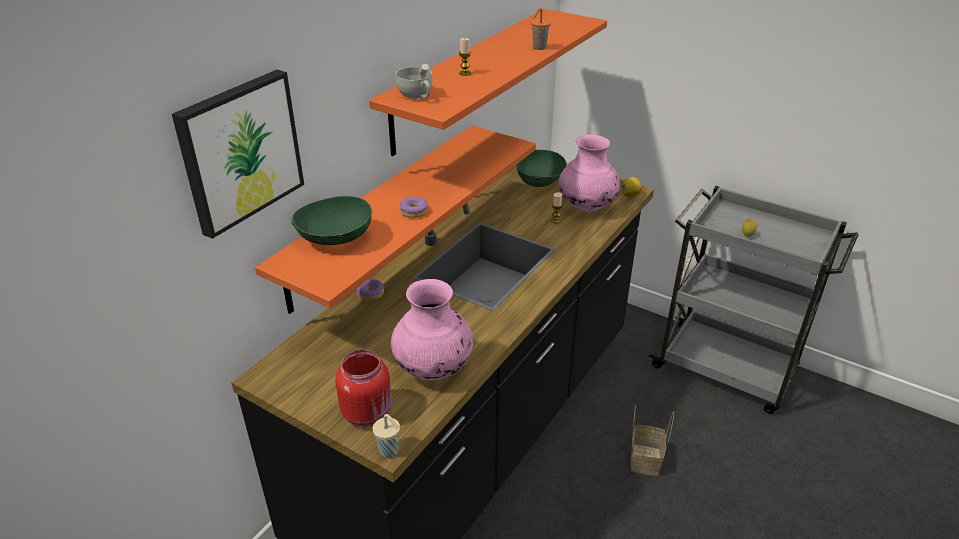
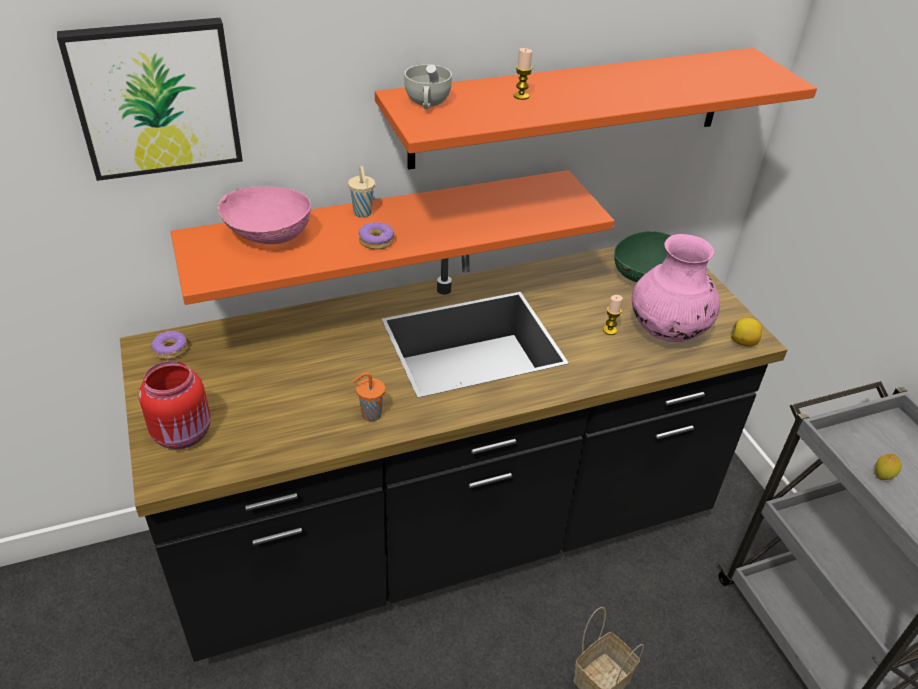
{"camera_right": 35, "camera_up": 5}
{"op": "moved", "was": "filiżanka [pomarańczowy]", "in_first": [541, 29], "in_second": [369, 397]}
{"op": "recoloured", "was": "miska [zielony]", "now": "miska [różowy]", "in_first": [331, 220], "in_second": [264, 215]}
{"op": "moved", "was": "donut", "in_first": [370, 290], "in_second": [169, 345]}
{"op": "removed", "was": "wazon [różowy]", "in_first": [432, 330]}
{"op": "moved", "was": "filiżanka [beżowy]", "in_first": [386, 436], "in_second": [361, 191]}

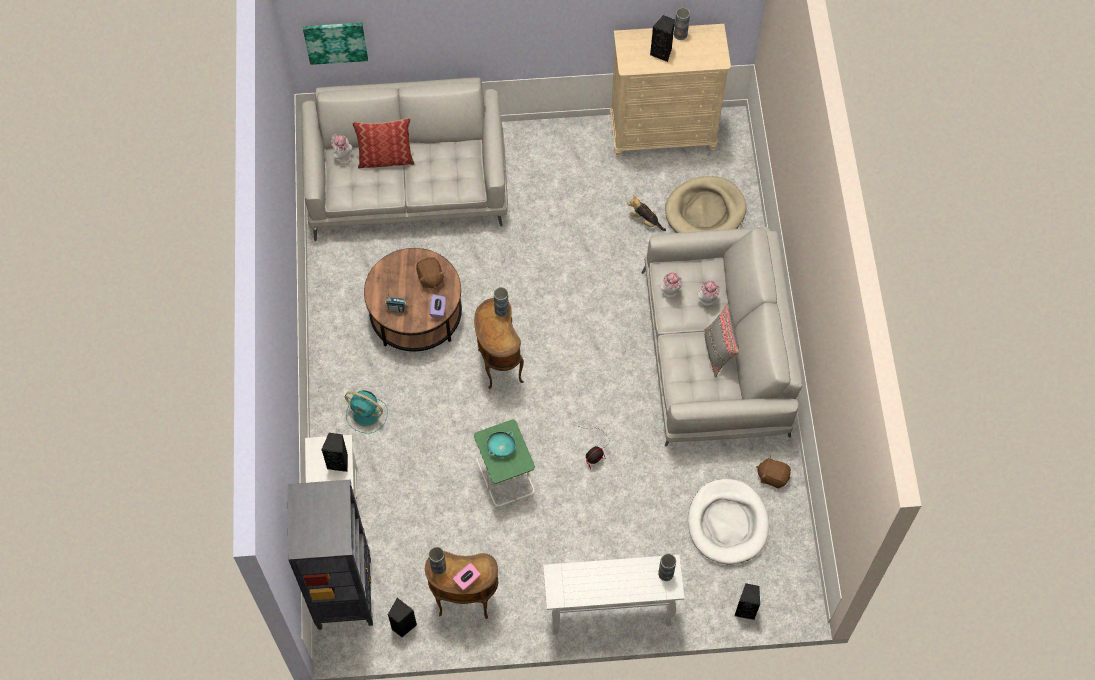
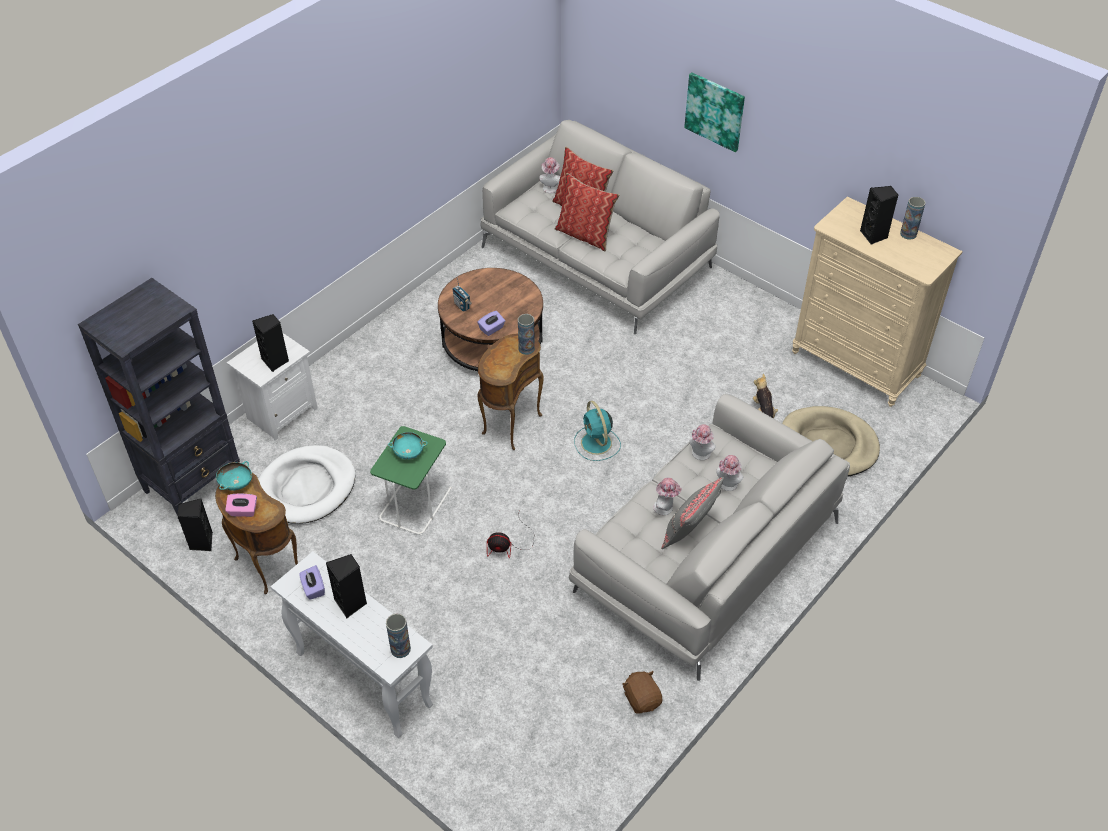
{"camera_right": 45, "camera_up": -15}
{"op": "moved", "was": "obraz", "in_first": [335, 44], "in_second": [714, 112]}
{"op": "removed", "was": "pluszak [brązowy]", "in_first": [430, 273]}
{"op": "moved", "was": "wentylator [turkusowy]", "in_first": [366, 412], "in_second": [597, 431]}
{"op": "moved", "was": "legowisko [biały]", "in_first": [728, 522], "in_second": [306, 484]}
{"op": "replaced", "was": "wazon", "now": "miska [turkusowy]", "in_first": [437, 561], "in_second": [234, 475]}
{"op": "moved", "was": "głośnik [czarny]", "in_first": [747, 601], "in_second": [346, 586]}
{"op": "added", "now": "poduszka", "in_second": [587, 212]}
{"op": "added", "now": "kapelusz", "in_second": [667, 496]}
{"op": "added", "now": "pudełko chusteczek [fioletowy]", "in_second": [312, 582]}

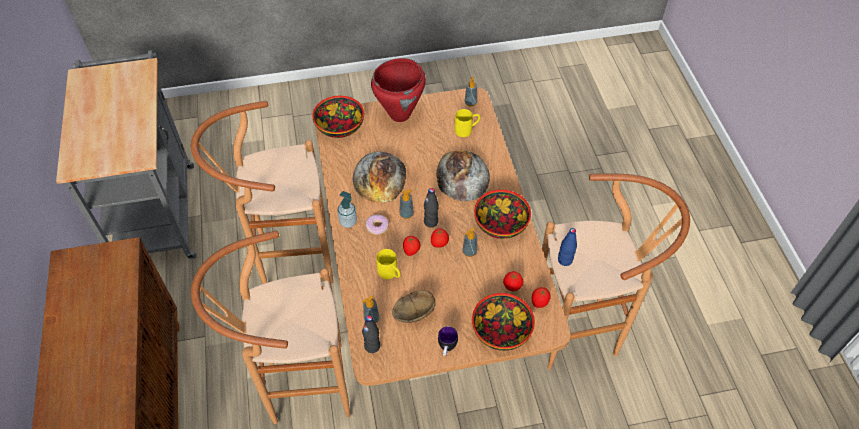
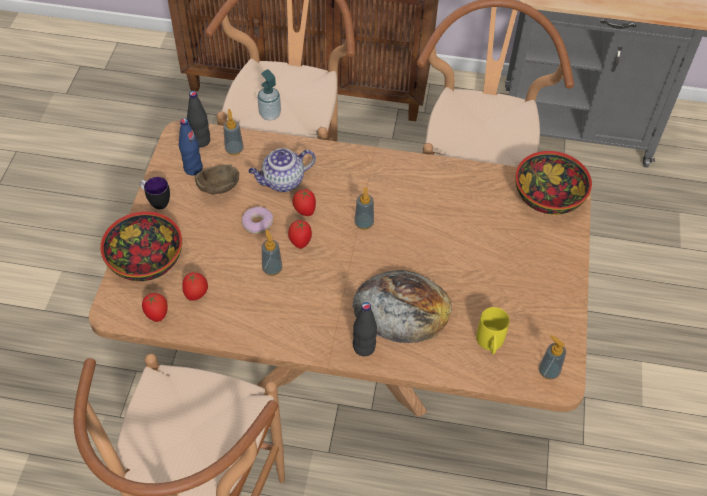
{"camera_right": 110, "camera_up": 0}
{"op": "removed", "was": "garnek [czerwony]", "in_first": [398, 90]}
{"op": "removed", "was": "chleb", "in_first": [379, 177]}
{"op": "moved", "was": "butelka [czarny]", "in_first": [431, 208], "in_second": [365, 329]}
{"op": "removed", "was": "miska", "in_first": [502, 214]}
{"op": "moved", "was": "dozownik mydła", "in_first": [347, 209], "in_second": [269, 95]}
{"op": "moved", "was": "donut", "in_first": [377, 225], "in_second": [257, 220]}
{"op": "moved", "was": "butelka [niebieski]", "in_first": [567, 247], "in_second": [191, 146]}
{"op": "replaced", "was": "kubek [żółty]", "now": "imbryk", "in_first": [388, 264], "in_second": [282, 170]}

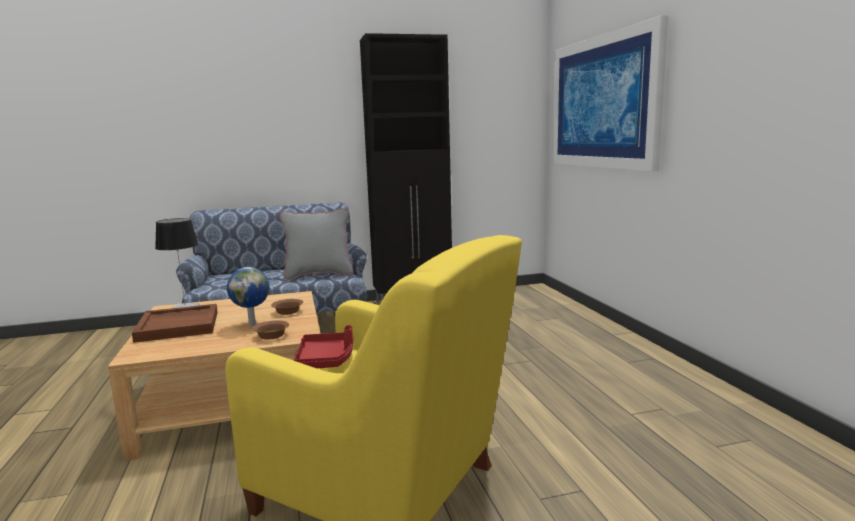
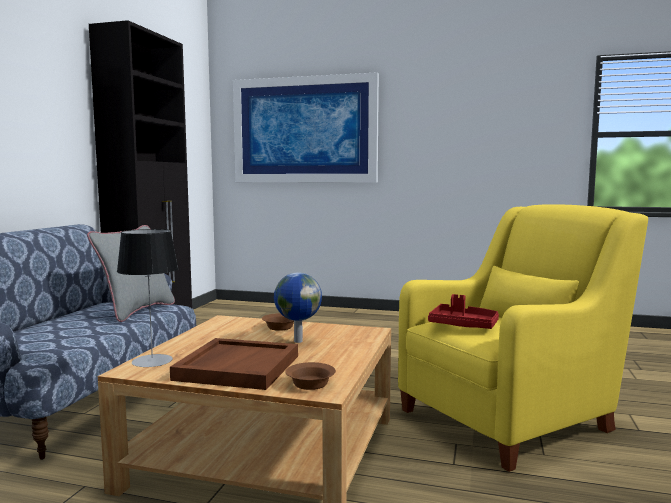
{"camera_right": -60, "camera_up": -5}
{"op": "moved", "was": "miska [brązowy]", "in_first": [270, 330], "in_second": [310, 376]}

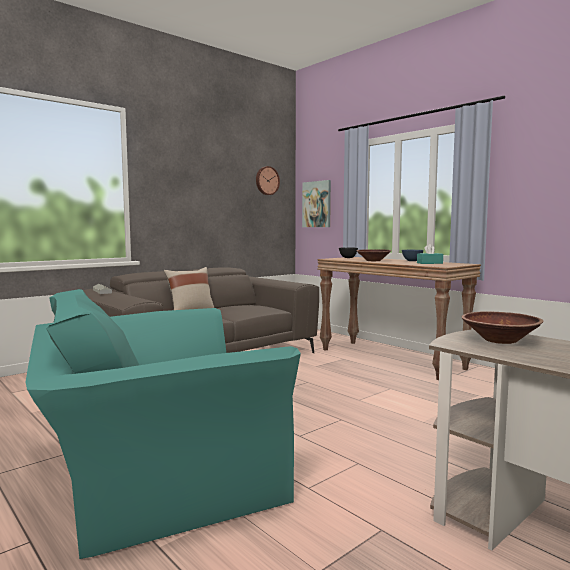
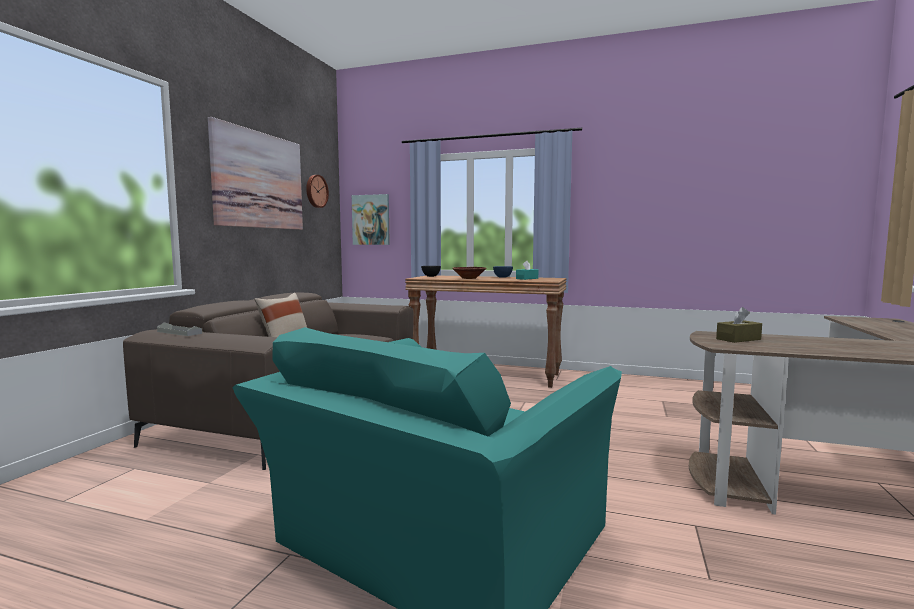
{"camera_right": -30, "camera_up": 0}
{"op": "replaced", "was": "miska [brązowy]", "now": "pudełko chusteczek [brązowy]", "in_first": [502, 327], "in_second": [739, 325]}
{"op": "added", "now": "obraz", "in_second": [255, 173]}

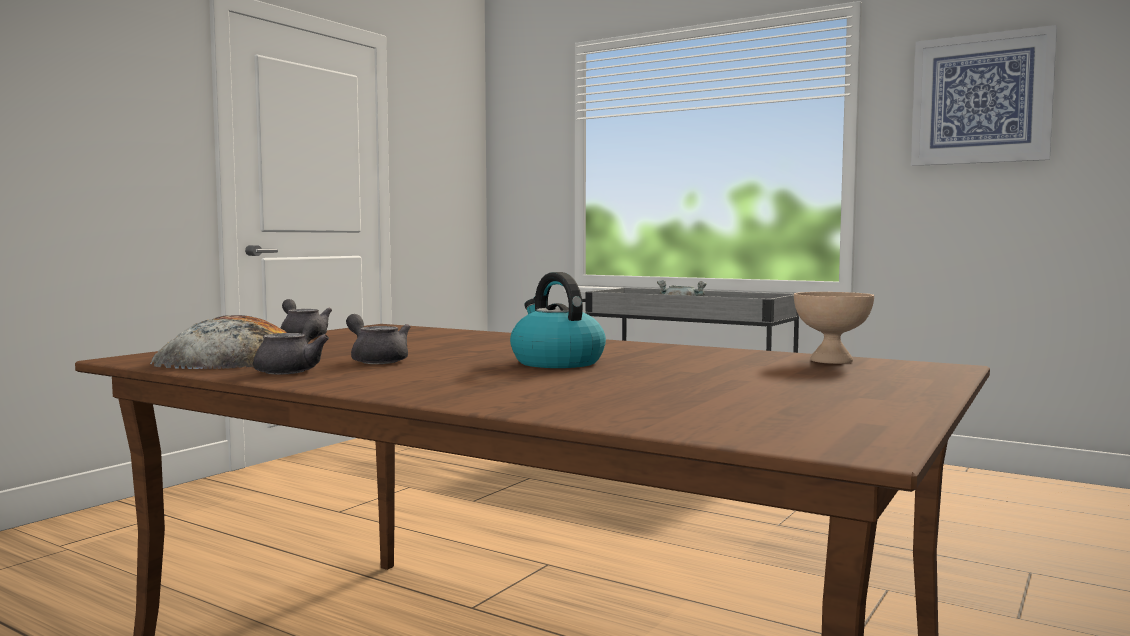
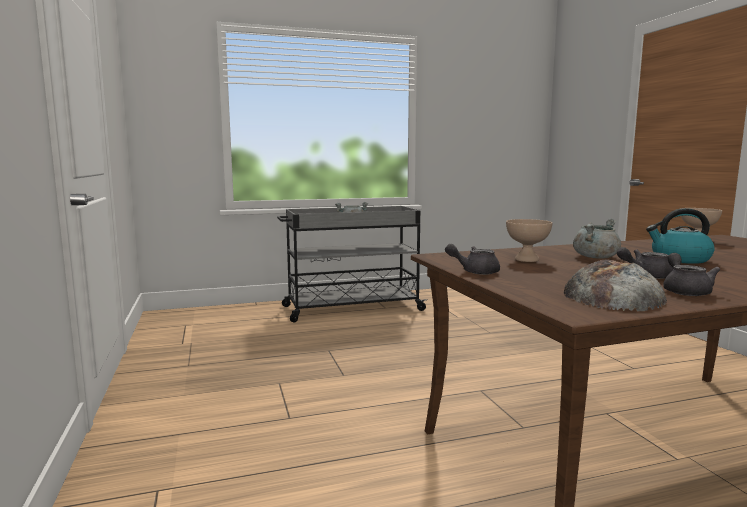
{"camera_right": -50, "camera_up": 5}
{"op": "removed", "was": "obraz", "in_first": [984, 95]}
{"op": "turned", "was": "imbryk [szary]", "in_first": [291, 346], "in_second": [691, 274], "clockwise": 45}
{"op": "added", "now": "garnek [szary]", "in_second": [597, 238]}
{"op": "added", "now": "miska [beżowy]", "in_second": [529, 240]}

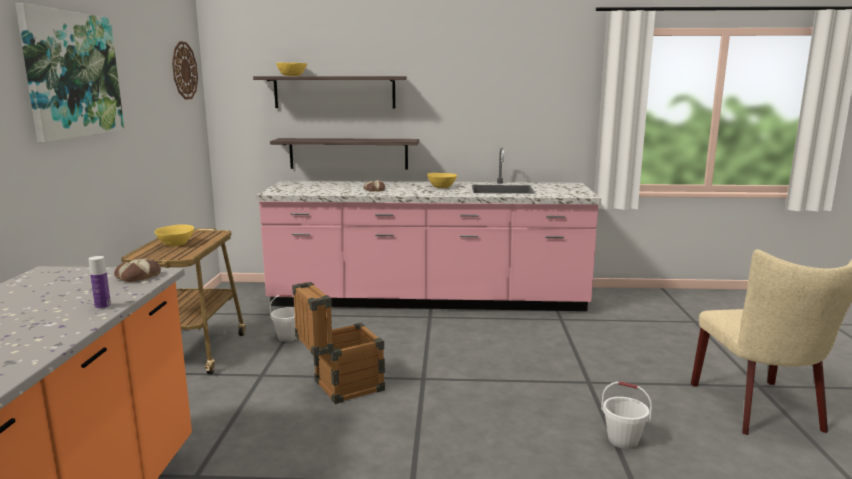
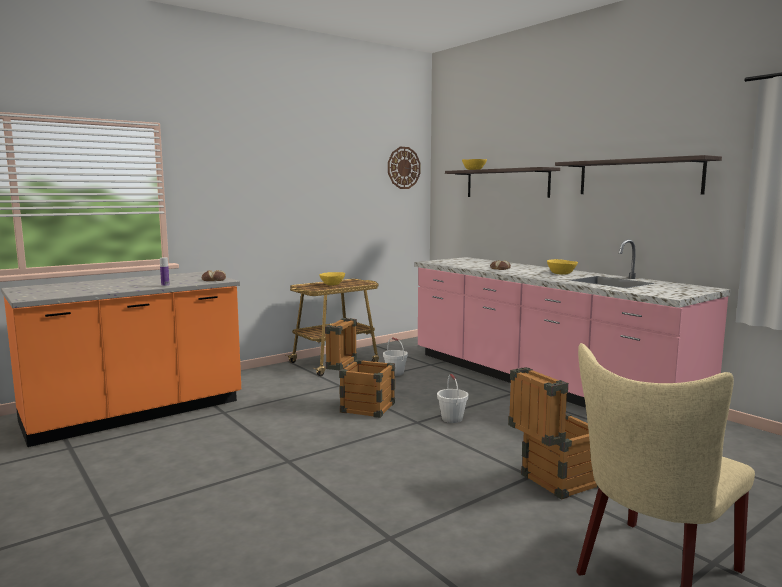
{"camera_right": 50, "camera_up": -5}
{"op": "removed", "was": "obraz", "in_first": [69, 72]}
{"op": "moved", "was": "półka", "in_first": [344, 153], "in_second": [638, 175]}
{"op": "moved", "was": "wiadro [biały]", "in_first": [626, 415], "in_second": [452, 398]}
{"op": "added", "now": "skrzynka", "in_second": [553, 433]}

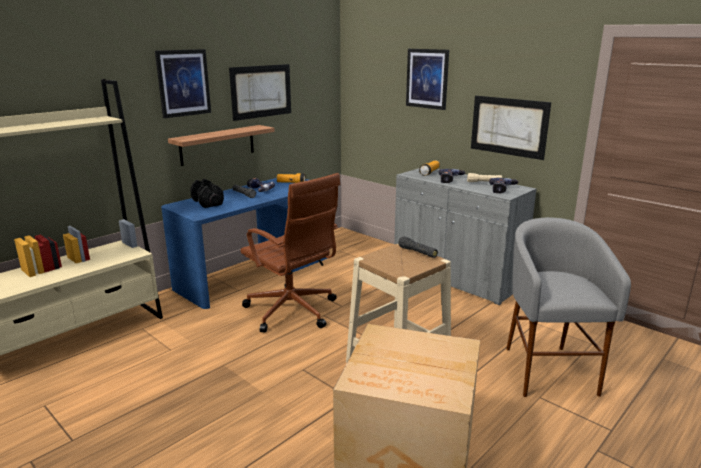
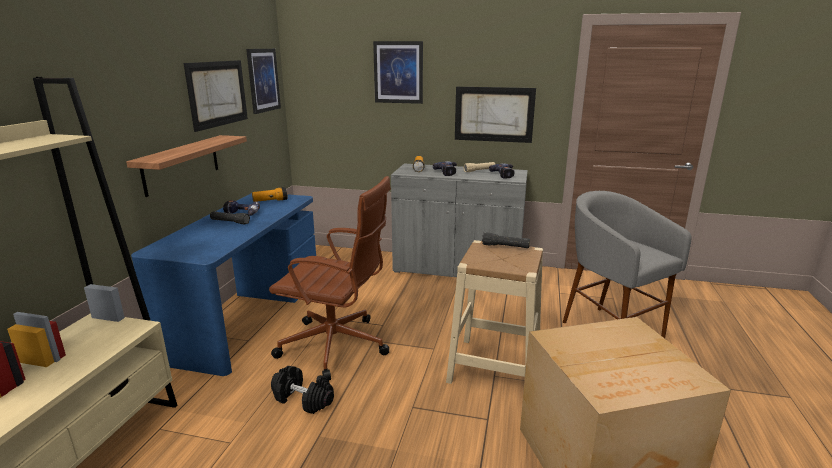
{"camera_right": -30, "camera_up": 0}
{"op": "moved", "was": "obraz", "in_first": [183, 83], "in_second": [263, 81]}
{"op": "moved", "was": "hantel [czarny]", "in_first": [207, 193], "in_second": [302, 390]}

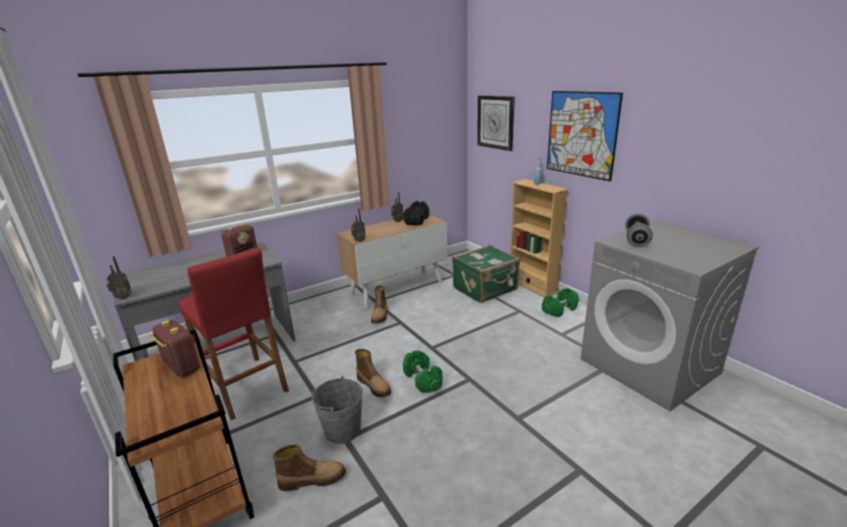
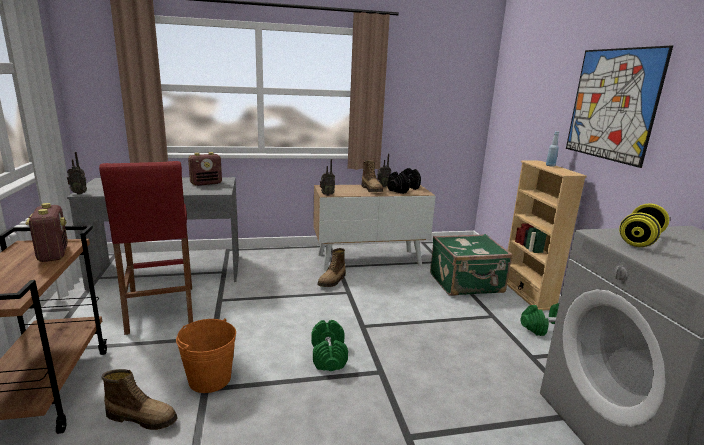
{"camera_right": 20, "camera_up": -5}
{"op": "removed", "was": "zegar ścienny", "in_first": [496, 123]}
{"op": "recoloured", "was": "hantel [szary]", "now": "hantel [żółty]", "in_first": [639, 229], "in_second": [644, 225]}
{"op": "moved", "was": "but z cholewką", "in_first": [373, 373], "in_second": [372, 176]}
{"op": "recoloured", "was": "wiadro [szary]", "now": "wiadro [pomarańczowy]", "in_first": [337, 410], "in_second": [206, 355]}

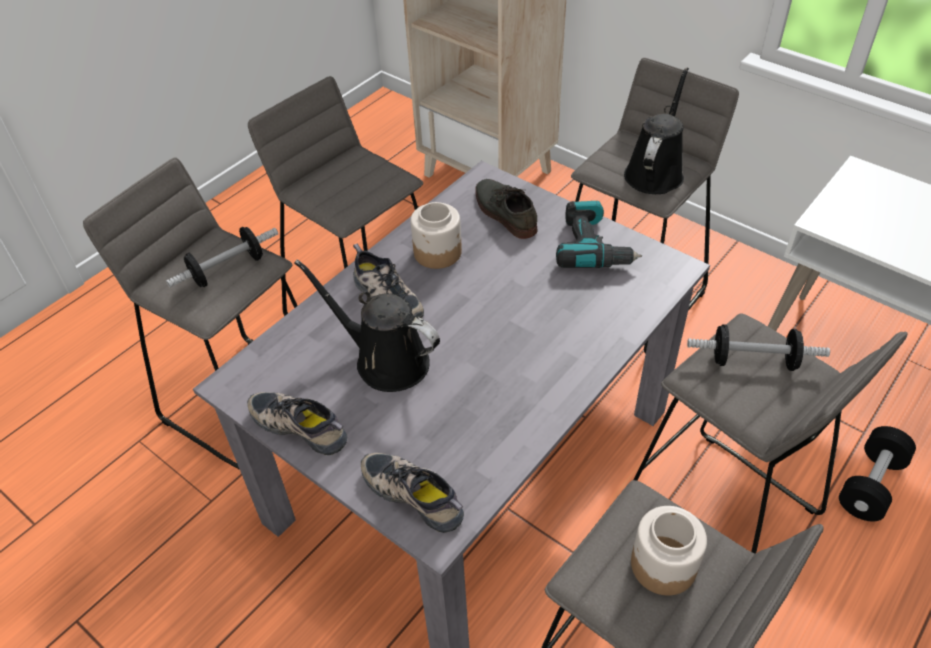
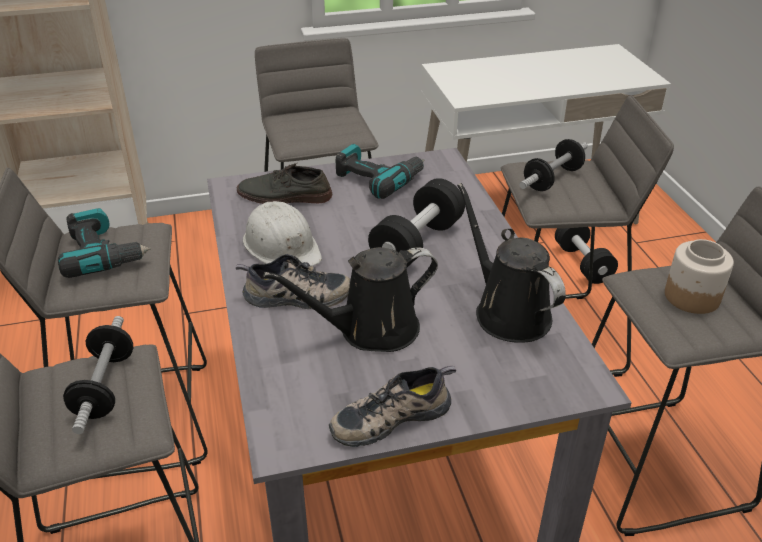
{"camera_right": -55, "camera_up": -10}
{"op": "moved", "was": "konewka [czarny]", "in_first": [656, 131], "in_second": [511, 263]}
{"op": "replaced", "was": "słoik", "now": "kask [biały]", "in_first": [436, 235], "in_second": [282, 233]}
{"op": "removed", "was": "but", "in_first": [412, 493]}
{"op": "added", "now": "hantel [czarny]", "in_second": [416, 222]}
{"op": "added", "now": "wiertarka", "in_second": [104, 243]}

